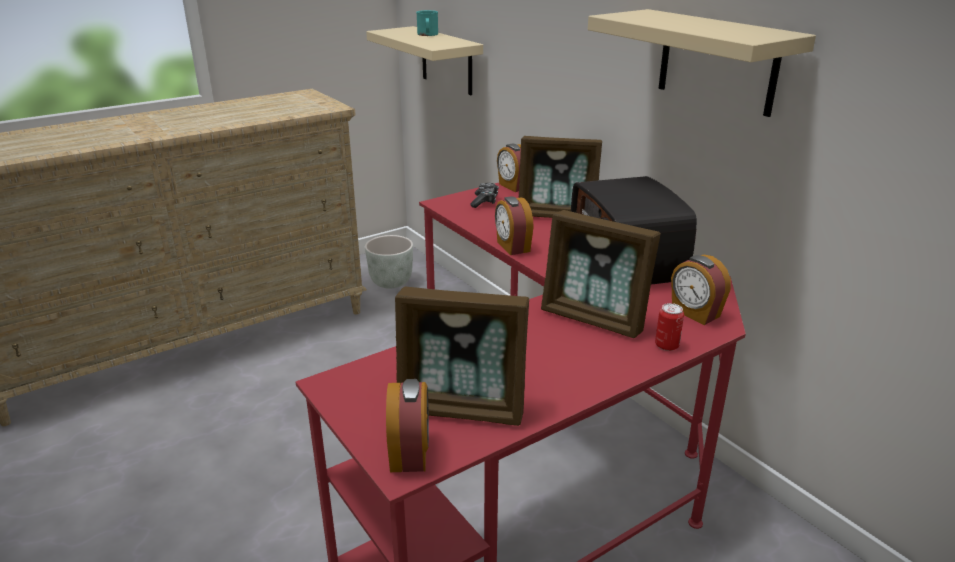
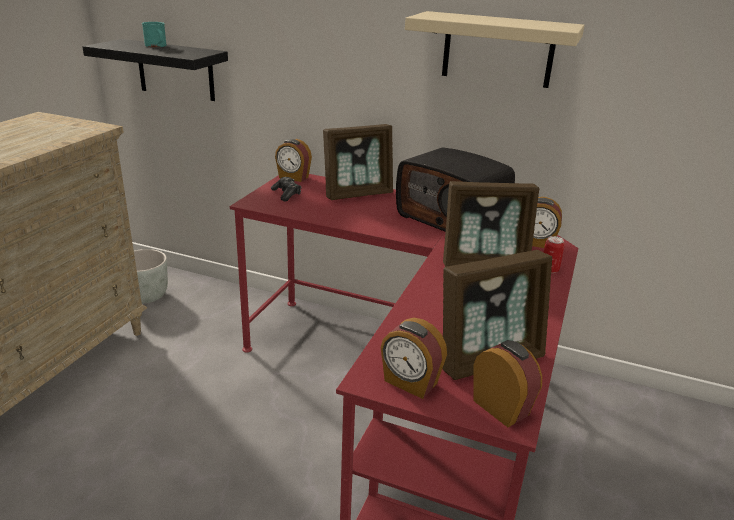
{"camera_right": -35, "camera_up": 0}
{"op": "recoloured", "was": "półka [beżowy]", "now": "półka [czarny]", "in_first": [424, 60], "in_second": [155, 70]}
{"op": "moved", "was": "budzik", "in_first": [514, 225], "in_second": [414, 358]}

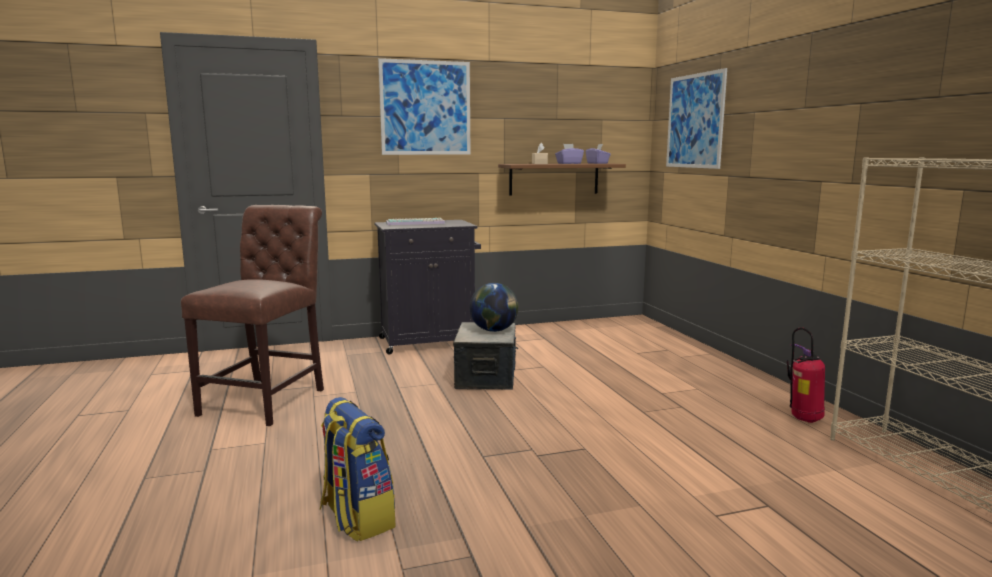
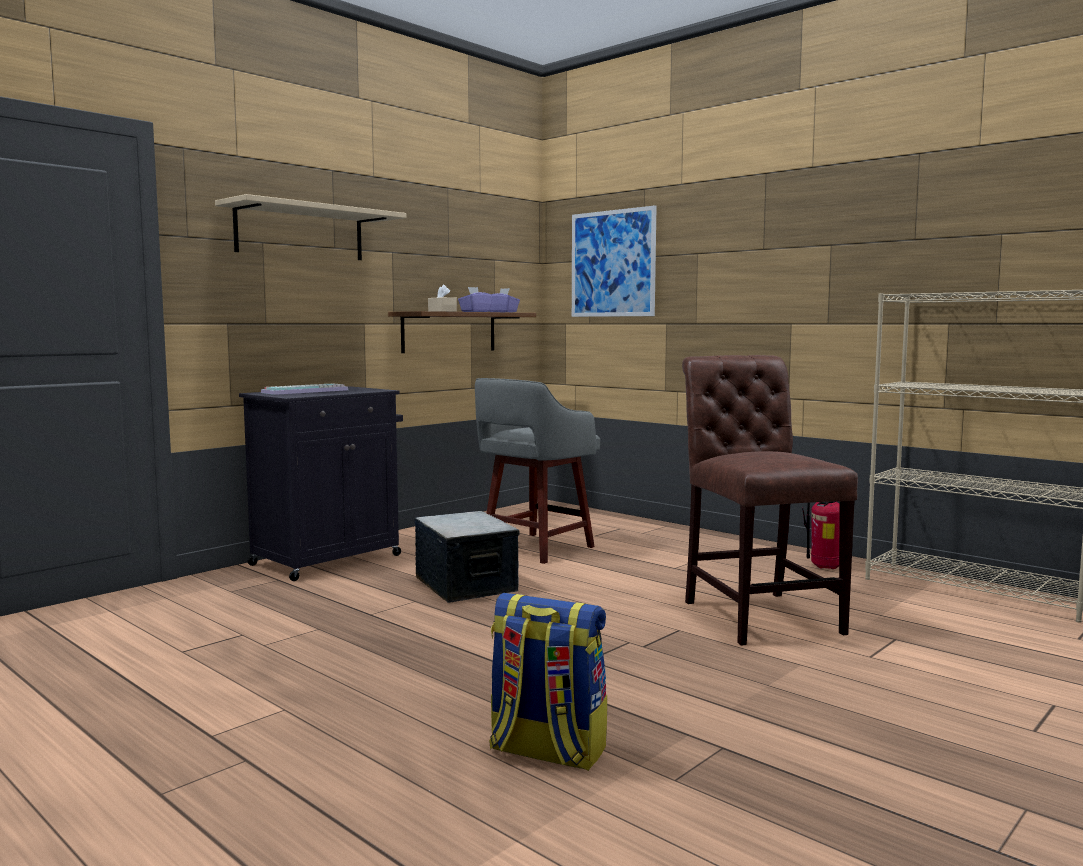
{"camera_right": -30, "camera_up": -5}
{"op": "replaced", "was": "obraz", "now": "półka [beżowy]", "in_first": [424, 106], "in_second": [311, 227]}
{"op": "moved", "was": "krzesło [brązowy]", "in_first": [252, 315], "in_second": [770, 500]}
{"op": "removed", "was": "globus", "in_first": [494, 307]}
{"op": "added", "now": "stołek [szary]", "in_second": [537, 471]}

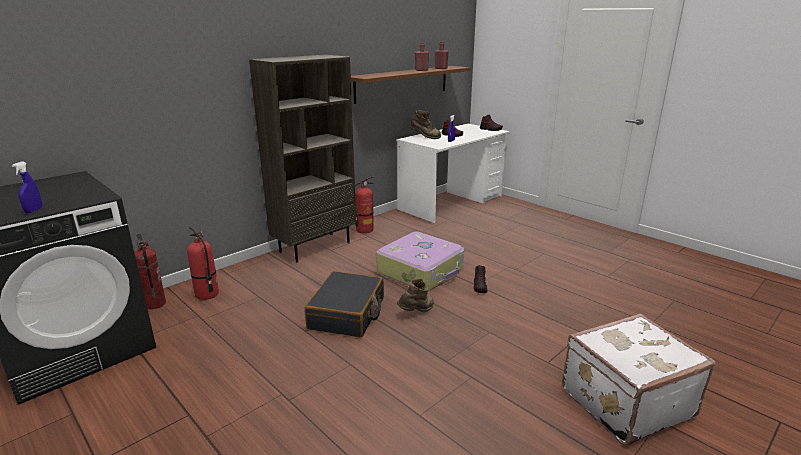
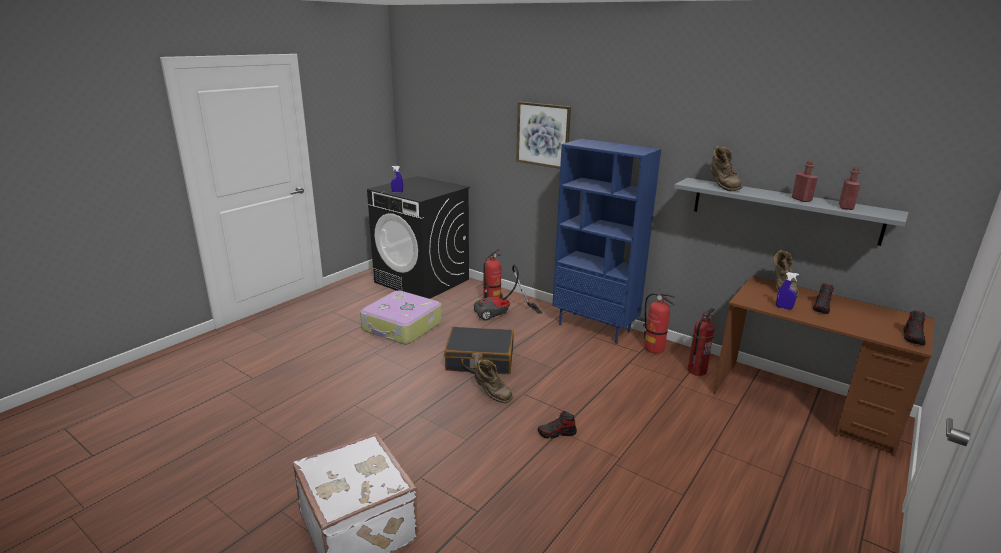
{"camera_right": 80, "camera_up": 0}
{"op": "recoloured", "was": "regał [brązowy]", "now": "regał [niebieski]", "in_first": [302, 158], "in_second": [606, 241]}
{"op": "recoloured", "was": "półka [brązowy]", "now": "półka [szary]", "in_first": [410, 85], "in_second": [791, 212]}
{"op": "recoloured", "was": "biurko [biały]", "now": "biurko [brązowy]", "in_first": [453, 173], "in_second": [824, 366]}
{"op": "moved", "was": "walizka", "in_first": [420, 261], "in_second": [401, 317]}
{"op": "moved", "was": "gaśnica", "in_first": [150, 271], "in_second": [701, 342]}
{"op": "added", "now": "obraz", "in_second": [543, 135]}
{"op": "added", "now": "but z cholewką [brązowy]", "in_second": [727, 168]}
{"op": "added", "now": "odkurzacz", "in_second": [508, 292]}

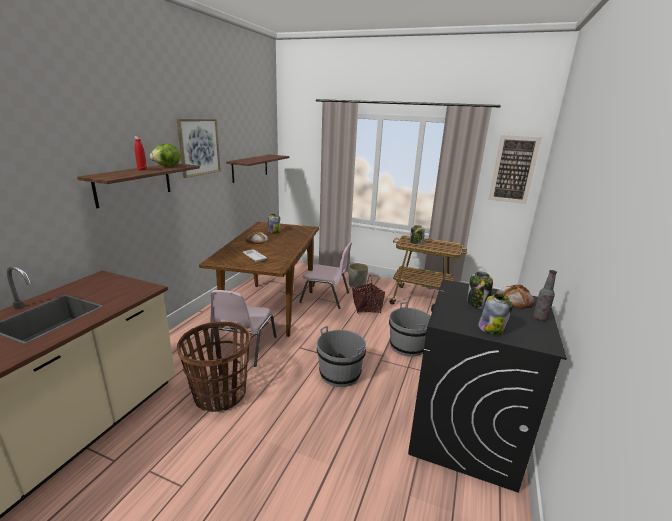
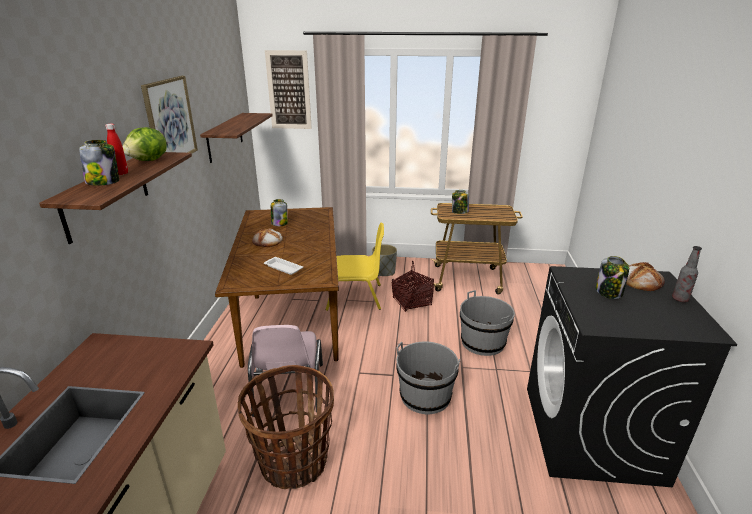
{"camera_right": -15, "camera_up": 5}
{"op": "moved", "was": "obraz", "in_first": [515, 169], "in_second": [288, 89]}
{"op": "recoloured", "was": "krzesło [różowy]", "now": "krzesło [żółty]", "in_first": [325, 275], "in_second": [355, 266]}
{"op": "moved", "was": "słoik", "in_first": [495, 314], "in_second": [99, 163]}

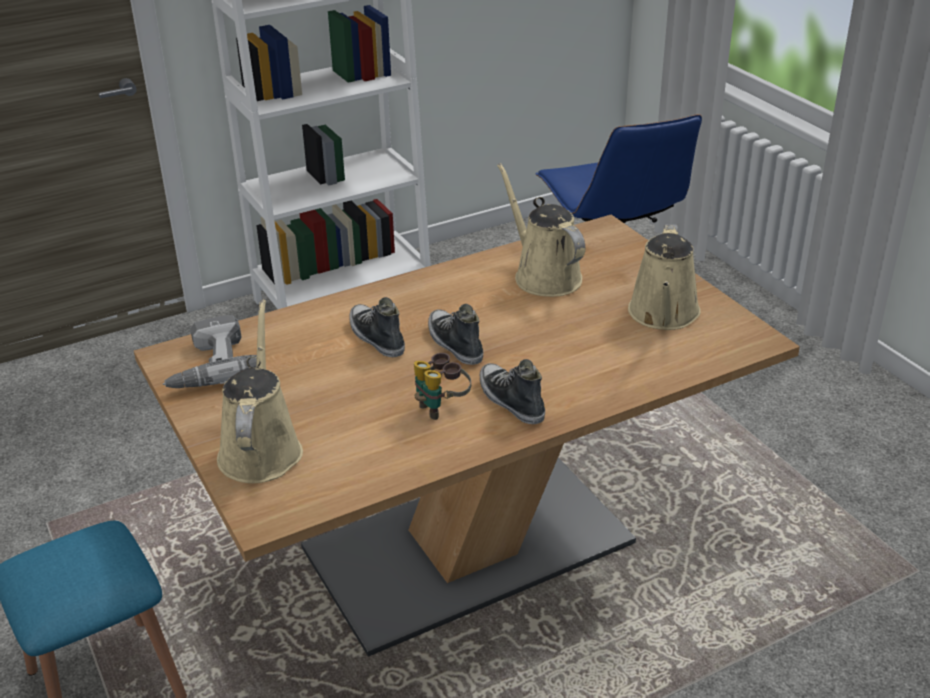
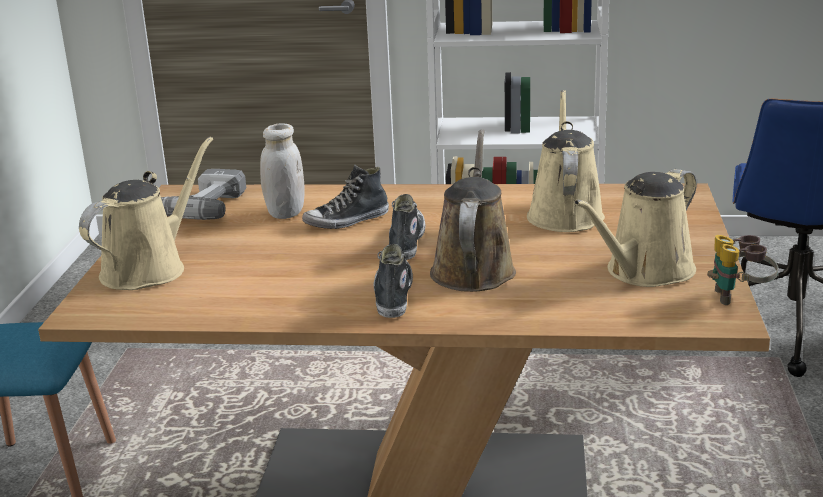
{"camera_right": 35, "camera_up": -10}
{"op": "turned", "was": "but", "in_first": [377, 327], "in_second": [345, 197], "clockwise": -120}
{"op": "moved", "was": "lornetka", "in_first": [442, 386], "in_second": [742, 270]}
{"op": "added", "now": "słoik [biały]", "in_second": [282, 171]}
{"op": "added", "now": "konewka [brązowy]", "in_second": [473, 211]}

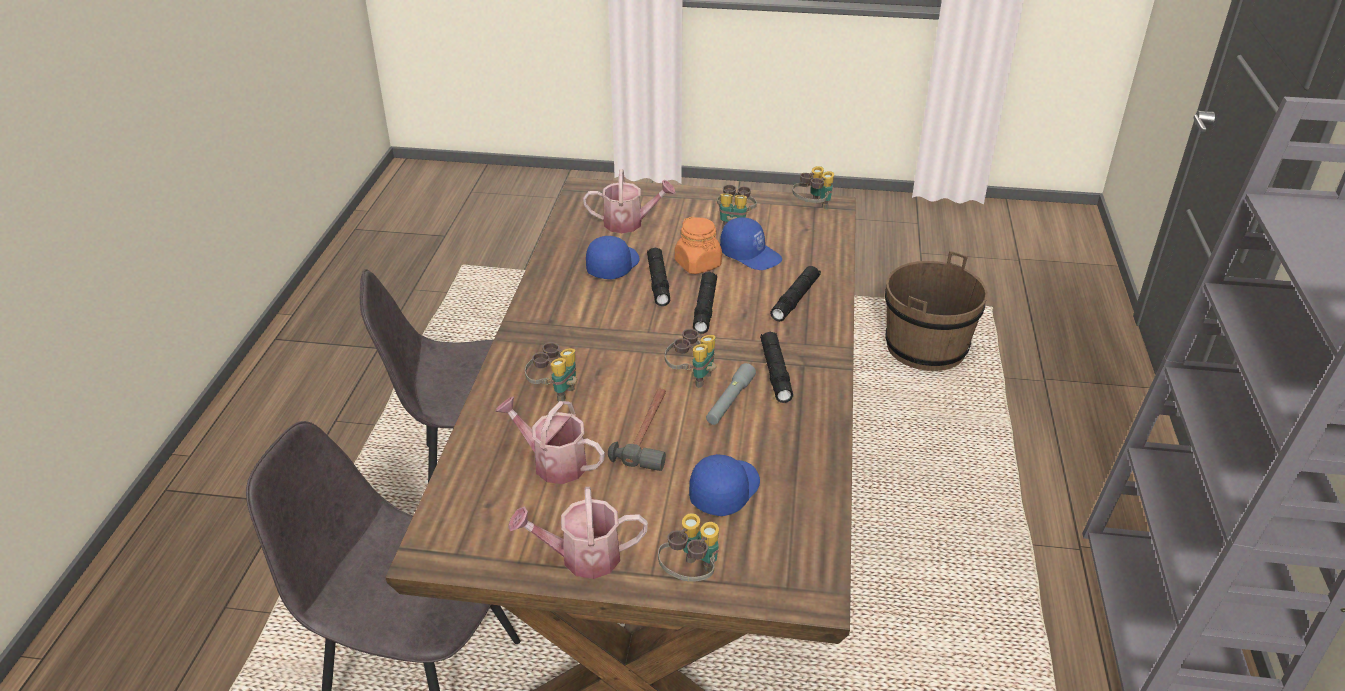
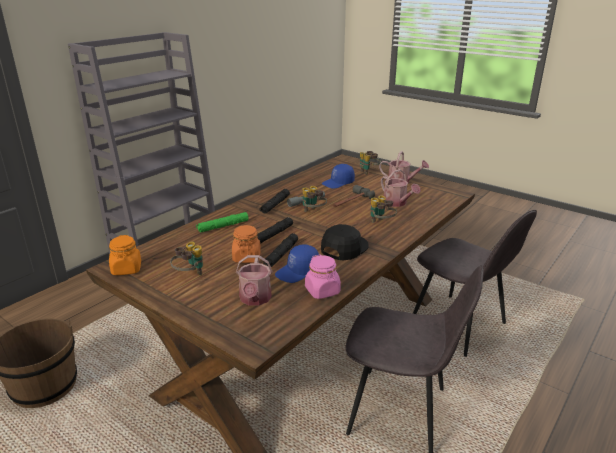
{"camera_right": -150, "camera_up": -10}
{"op": "replaced", "was": "lornetka", "now": "słoik [pomarańczowy]", "in_first": [813, 188], "in_second": [125, 255]}
{"op": "turned", "was": "konewka", "in_first": [629, 201], "in_second": [254, 280], "clockwise": -120}
{"op": "removed", "was": "czapka z daszkiem [niebieski]", "in_first": [751, 243]}
{"op": "recoloured", "was": "latarka [czarny]", "now": "latarka [zielony]", "in_first": [795, 294], "in_second": [222, 222]}
{"op": "added", "now": "czapka z daszkiem [czarny]", "in_second": [345, 242]}
{"op": "added", "now": "słoik [różowy]", "in_second": [323, 277]}

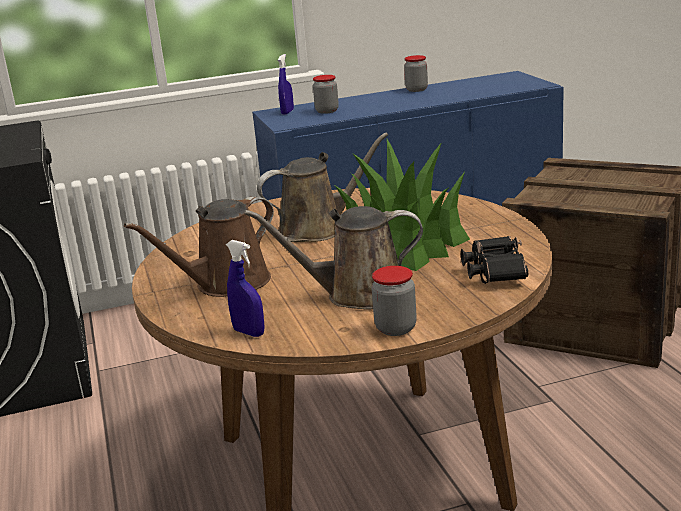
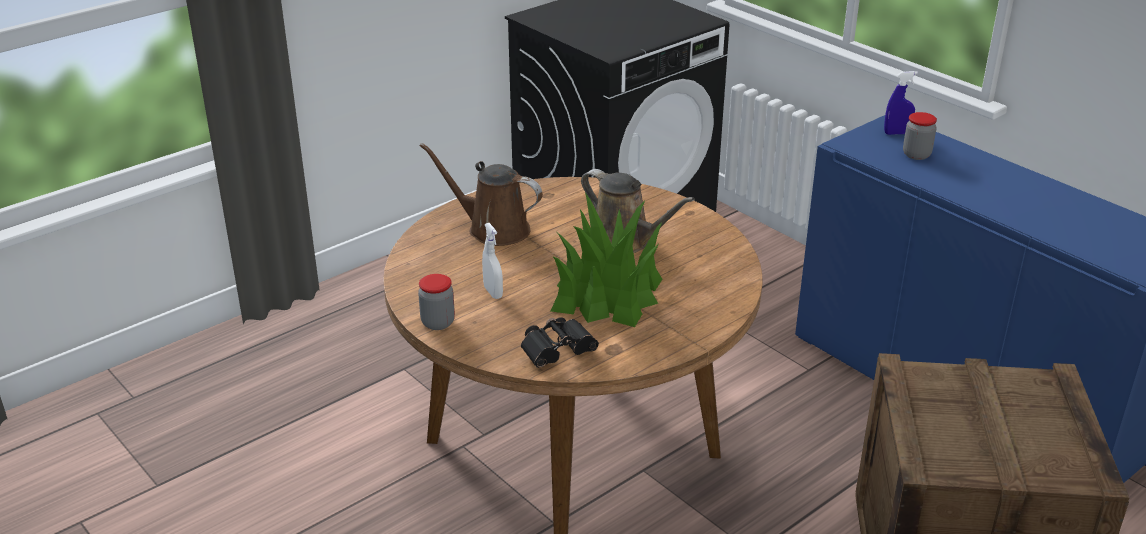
{"camera_right": 65, "camera_up": 10}
{"op": "removed", "was": "słoik", "in_first": [416, 73]}
{"op": "replaced", "was": "konewka [brązowy]", "now": "spryskiwacz [biały]", "in_first": [334, 258], "in_second": [492, 261]}
{"op": "removed", "was": "spryskiwacz [niebieski]", "in_first": [245, 288]}

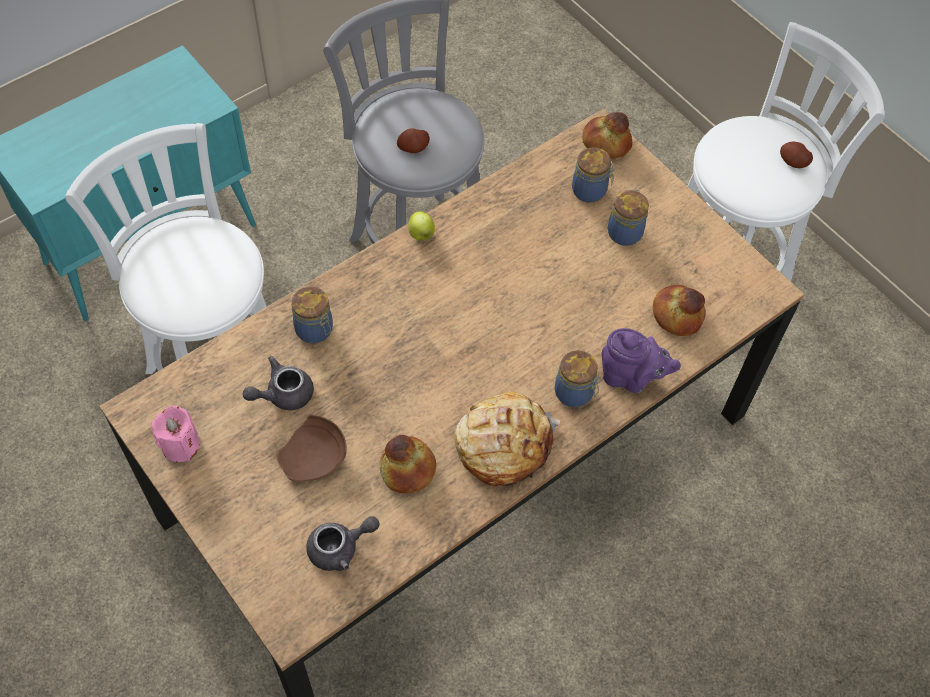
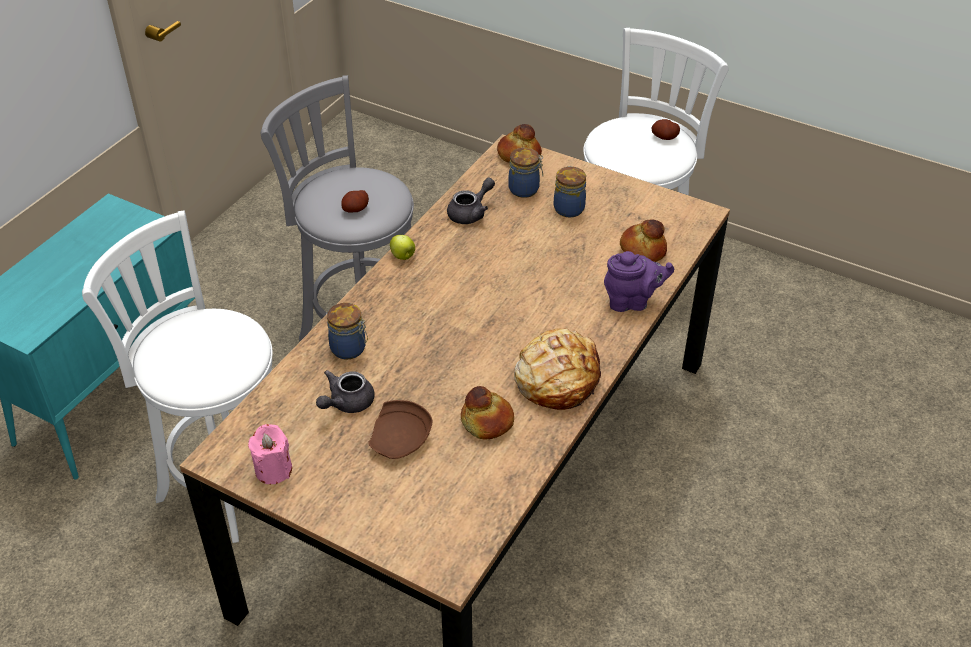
{"camera_right": -20, "camera_up": -15}
{"op": "removed", "was": "słoik", "in_first": [577, 378]}
{"op": "moved", "was": "imbryk [szary]", "in_first": [342, 543], "in_second": [471, 201]}

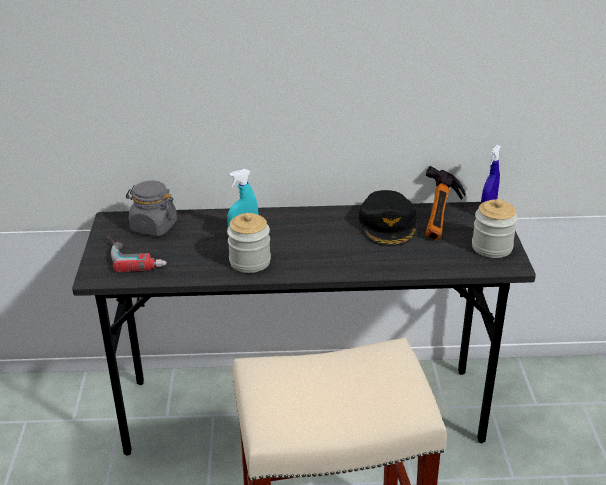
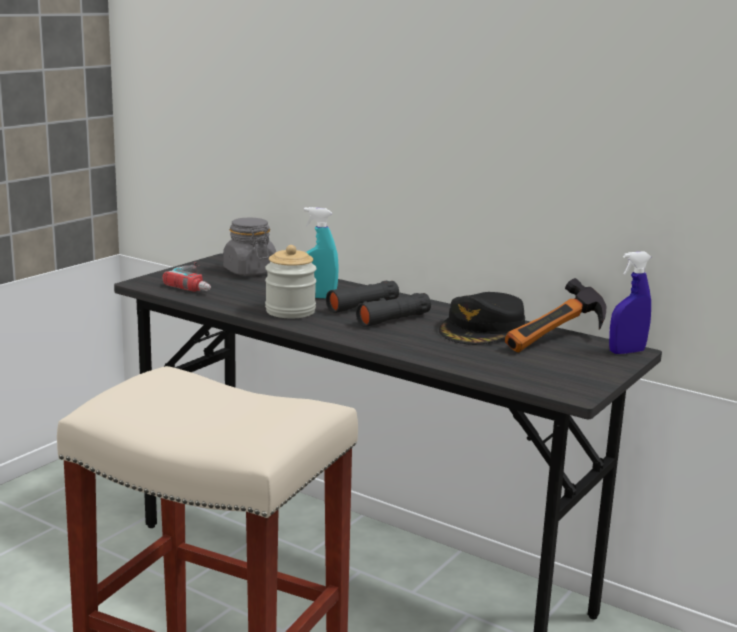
{"camera_right": 35, "camera_up": -15}
{"op": "removed", "was": "słoik", "in_first": [495, 228]}
{"op": "added", "now": "lornetka [czarny]", "in_second": [378, 304]}

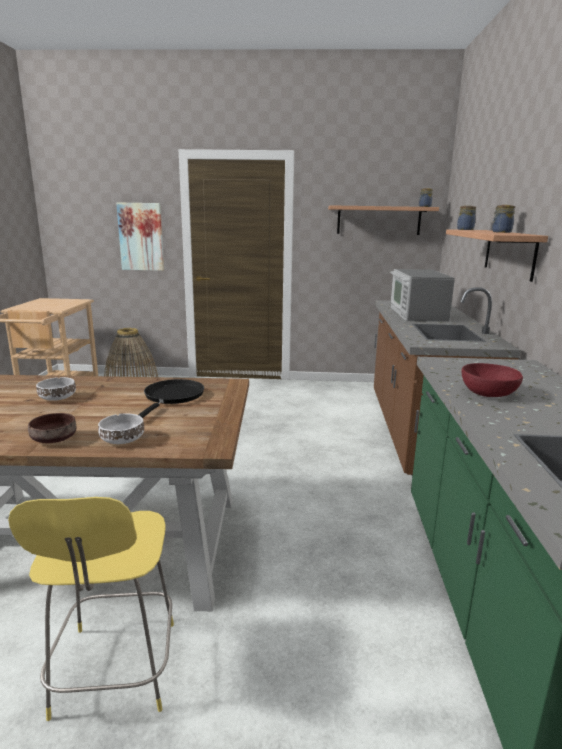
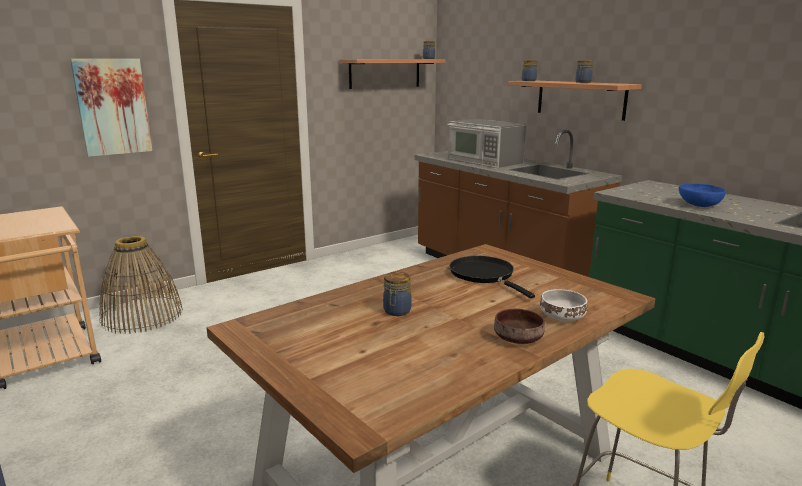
{"camera_right": -40, "camera_up": 0}
{"op": "recoloured", "was": "miska [czerwony]", "now": "miska [niebieski]", "in_first": [492, 380], "in_second": [702, 195]}
{"op": "replaced", "was": "miska [biały]", "now": "słoik", "in_first": [56, 389], "in_second": [397, 294]}

